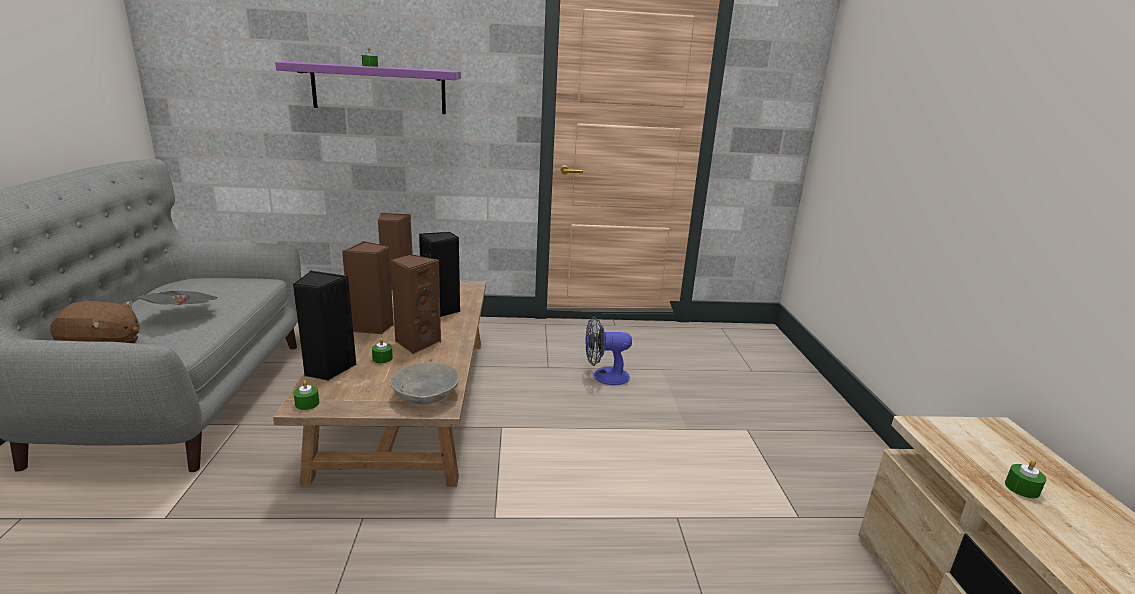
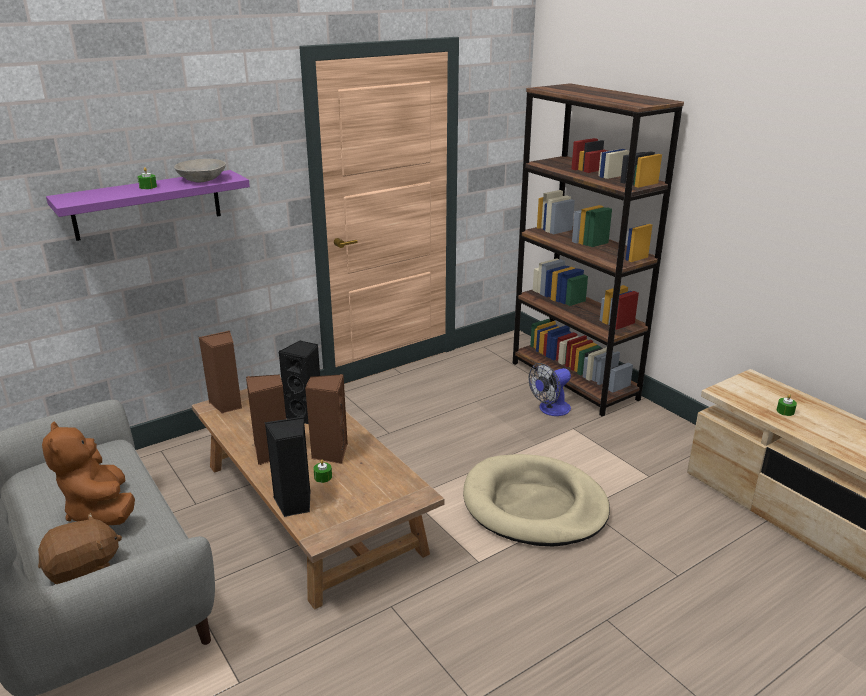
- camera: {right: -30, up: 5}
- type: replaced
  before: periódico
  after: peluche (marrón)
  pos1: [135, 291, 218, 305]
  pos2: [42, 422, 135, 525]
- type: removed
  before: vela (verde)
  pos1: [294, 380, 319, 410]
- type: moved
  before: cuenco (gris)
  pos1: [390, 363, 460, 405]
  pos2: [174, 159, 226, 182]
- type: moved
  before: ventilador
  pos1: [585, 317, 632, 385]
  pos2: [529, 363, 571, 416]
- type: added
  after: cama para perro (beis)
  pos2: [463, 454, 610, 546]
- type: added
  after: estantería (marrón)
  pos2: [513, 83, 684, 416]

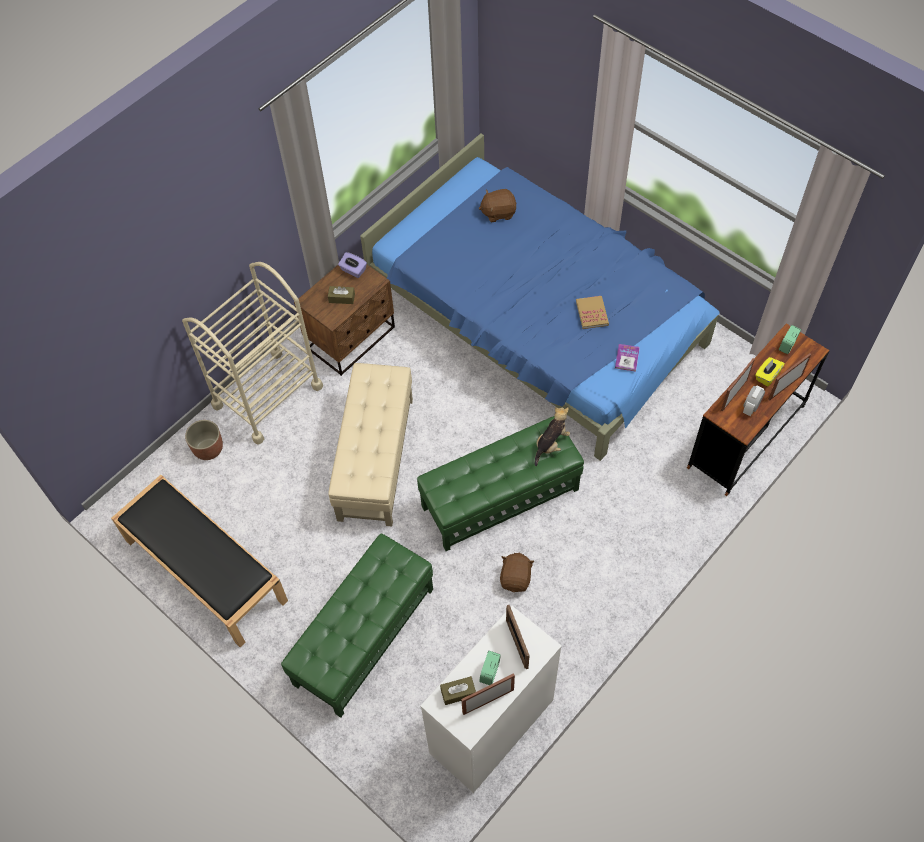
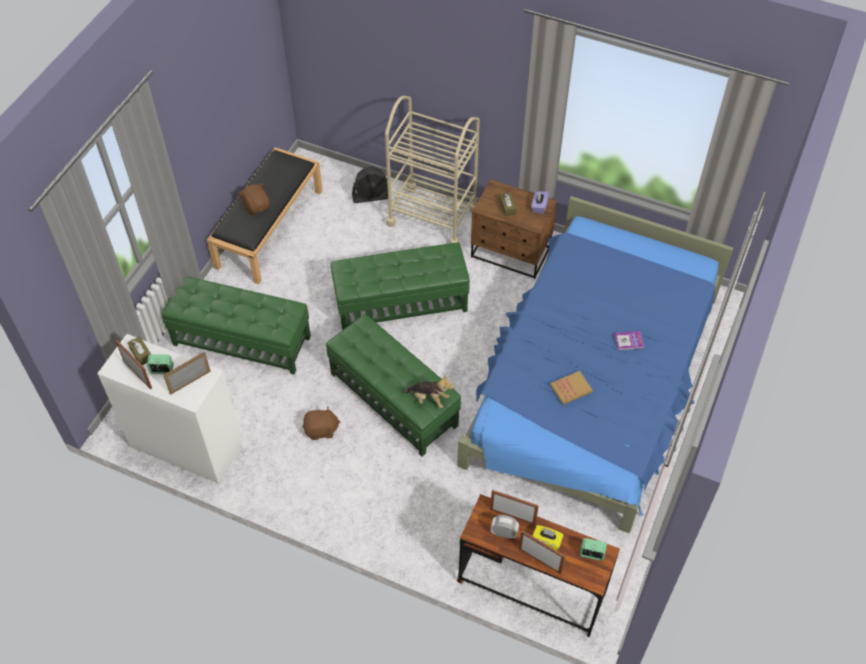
- camera: {right: 70, up: -5}
- type: replaced
  before: maceta
  after: ventilador (negro)
  pos1: [185, 420, 223, 460]
  pos2: [352, 166, 388, 203]
- type: recoloured
  before: puf (beis)
  after: puf (verde)
  pos1: [328, 363, 413, 526]
  pos2: [331, 242, 470, 330]
- type: moved
  before: peluche (marrón)
  pos1: [479, 189, 517, 223]
  pos2: [239, 183, 270, 215]
- type: moved
  before: libro
  pos1: [615, 344, 640, 372]
  pos2: [614, 331, 644, 350]

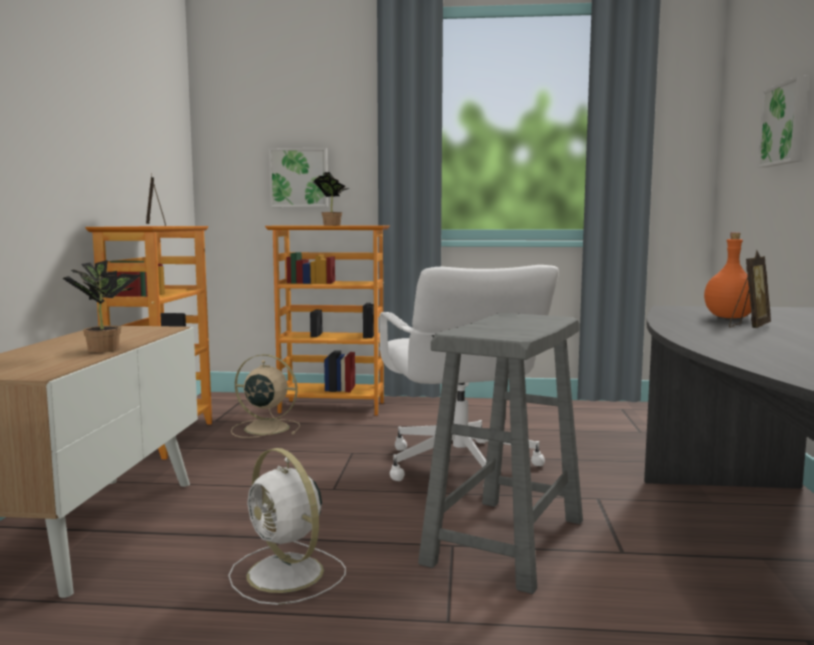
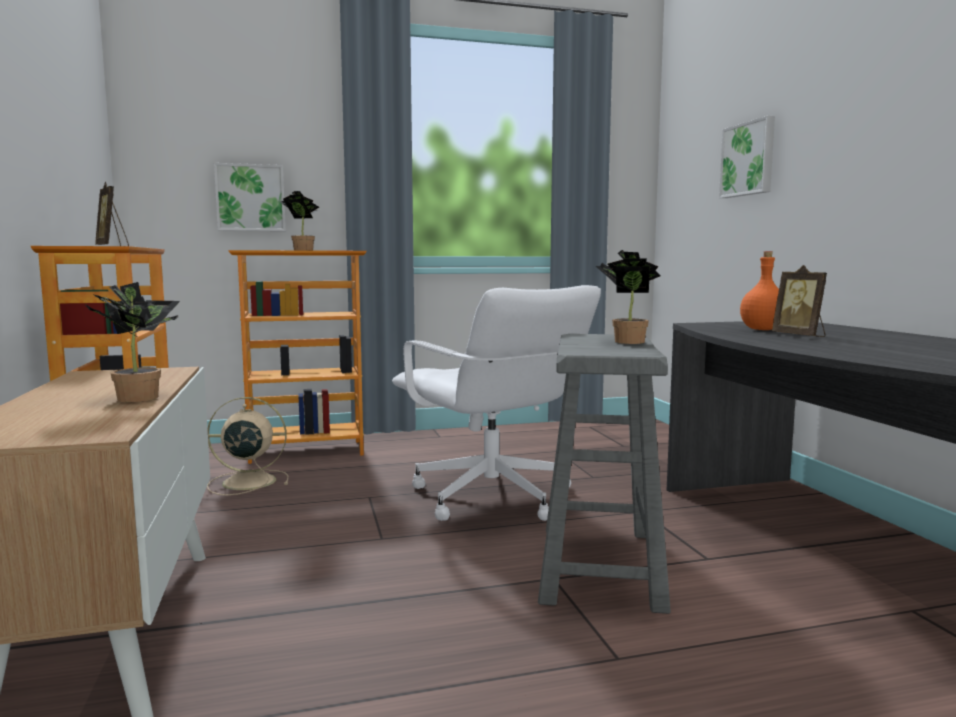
- camera: {right: -20, up: 0}
- type: removed
  before: ventilador (blanco)
  pos1: [228, 448, 346, 605]
- type: turned
  before: portarretratos
  pos1: [729, 250, 771, 328]
  pos2: [772, 265, 827, 337]
  turn: 135
- type: added
  after: planta en maceta
  pos2: [596, 250, 660, 344]

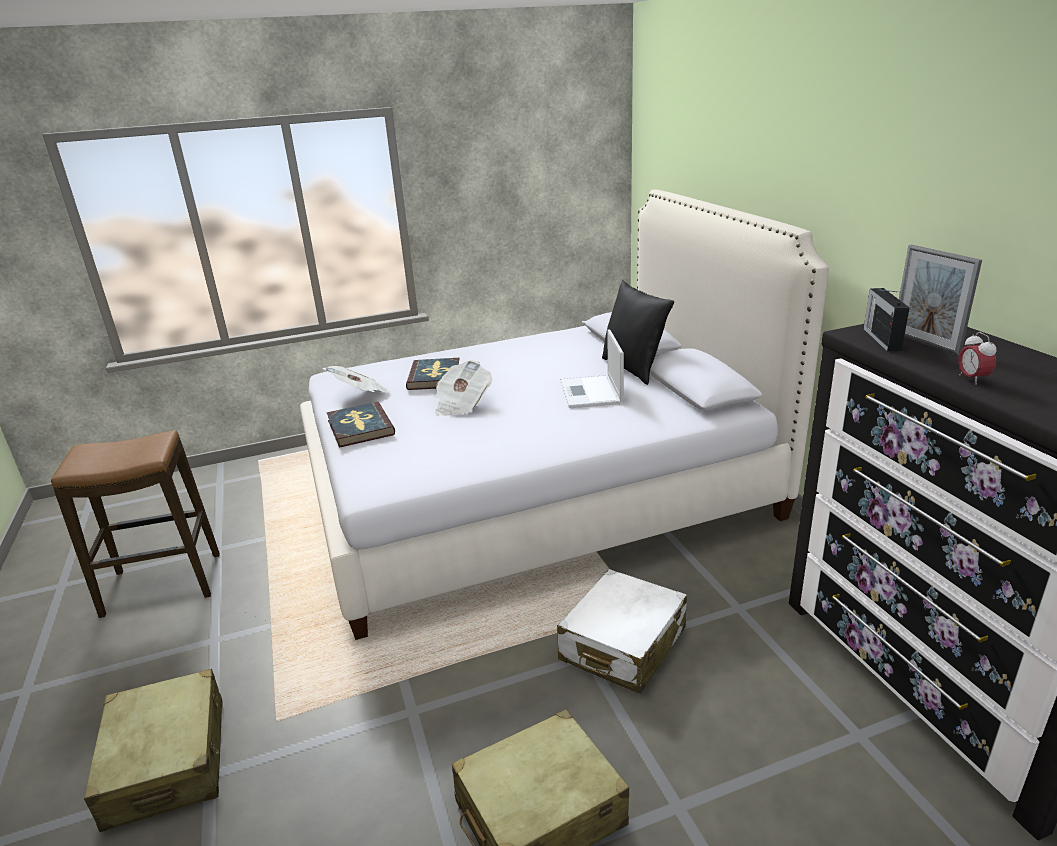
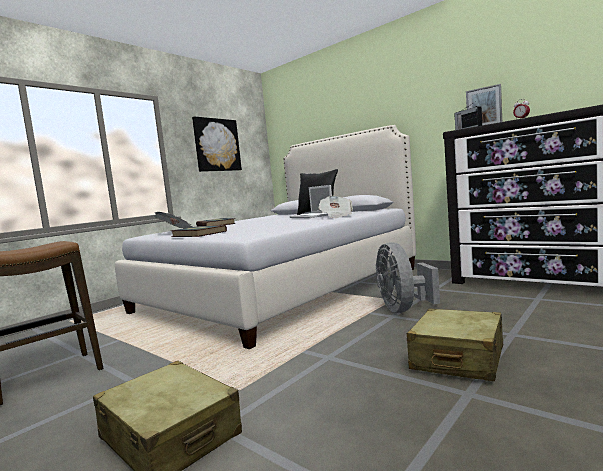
- camera: {right: -30, up: -20}
- type: moved
  before: periódico
  pos1: [434, 360, 492, 416]
  pos2: [318, 196, 353, 218]
- type: replaced
  before: maleta (blanco)
  after: ventilador (gris)
  pos1: [557, 569, 687, 694]
  pos2: [376, 242, 440, 313]
- type: added
  after: cuadro
  pos2: [192, 116, 242, 172]

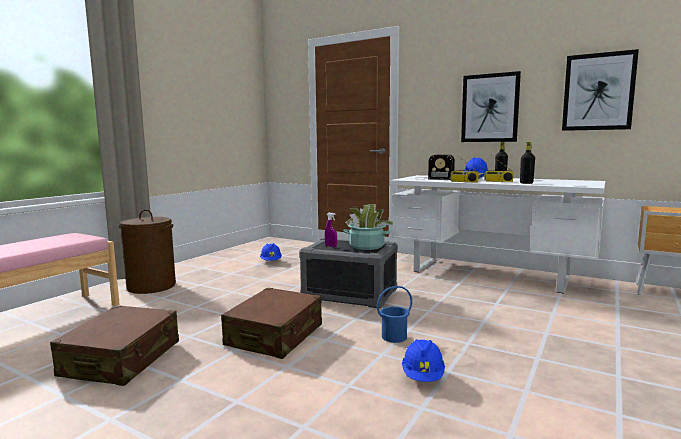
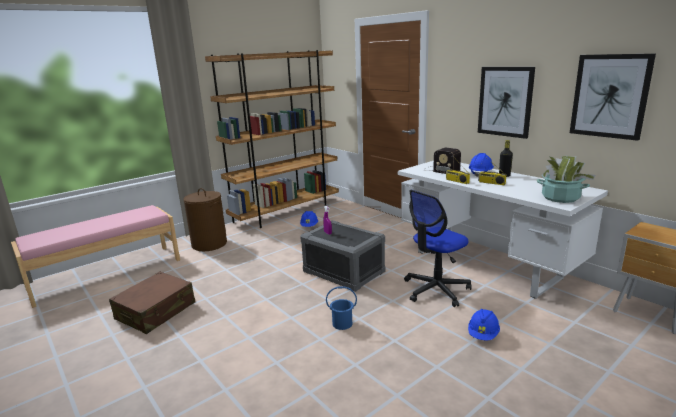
- camera: {right: 20, up: 10}
- type: removed
  before: maleta (marrón)
  pos1: [221, 288, 322, 359]
- type: moved
  before: planta en maceta
  pos1: [343, 204, 394, 250]
  pos2: [537, 155, 596, 203]
- type: moved
  before: casco (azul)
  pos1: [402, 339, 445, 382]
  pos2: [468, 309, 500, 341]
- type: removed
  before: botella (negro)
  pos1: [520, 142, 535, 184]
- type: added
  after: estantería (marrón)
  pos2: [205, 50, 339, 228]
- type: added
  after: silla de oficina
  pos2: [404, 190, 472, 307]

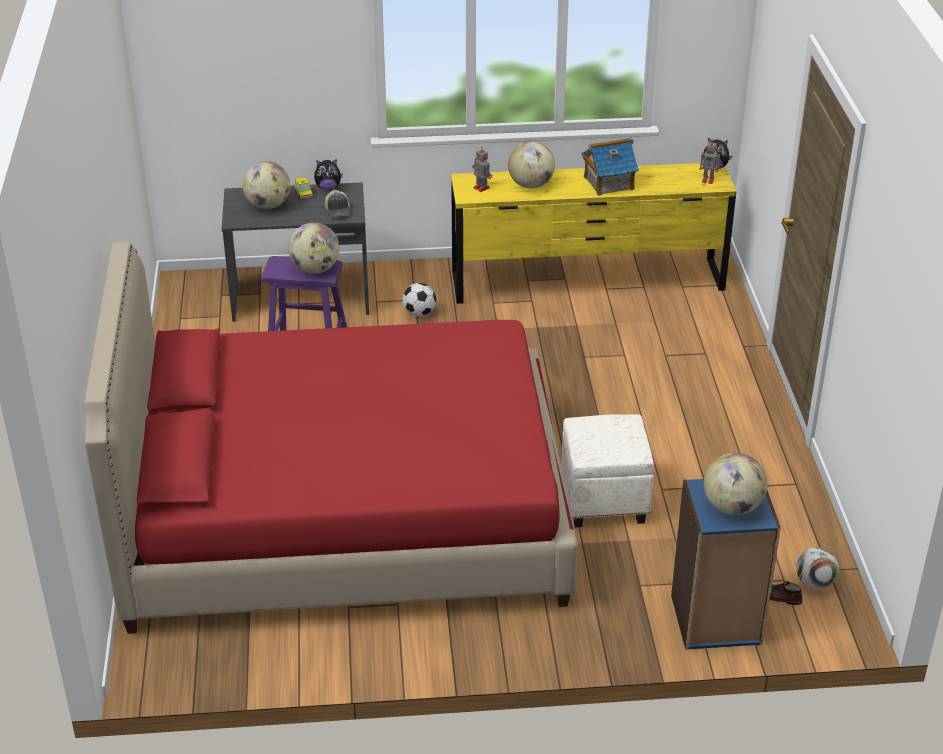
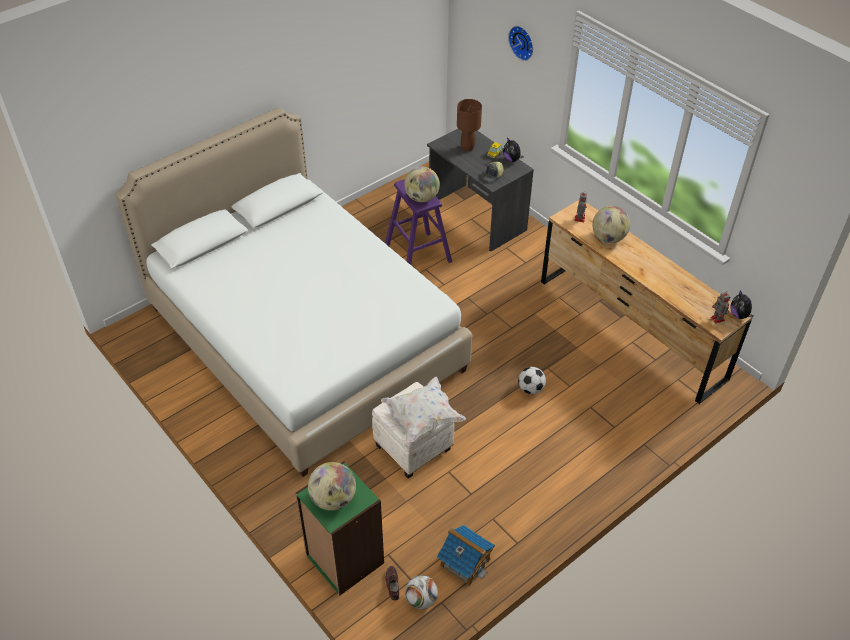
- camera: {right: 55, up: 10}
- type: recoloured
  before: cama (rojo)
  after: cama (blanco)
  pos1: [84, 242, 578, 634]
  pos2: [115, 107, 472, 477]
- type: replaced
  before: globo terráqueo
  after: lámpara de mesa (marrón)
  pos1: [242, 161, 290, 209]
  pos2: [457, 99, 482, 151]
- type: moved
  before: balón de fútbol
  pos1: [402, 283, 436, 317]
  pos2: [518, 367, 546, 394]
- type: recoloured
  before: cómoda (amarillo)
  after: cómoda (marrón)
  pos1: [451, 163, 737, 304]
  pos2: [541, 200, 752, 404]
- type: moved
  before: casita
  pos1: [581, 137, 639, 196]
  pos2: [437, 525, 495, 586]
- type: recoloured
  before: estantería (azul)
  after: estantería (verde)
  pos1: [671, 479, 781, 650]
  pos2: [295, 461, 384, 596]
- type: added
  after: cojín (blanco)
  pos2: [381, 377, 466, 443]
- type: added
  after: reloj de pared
  pos2: [508, 26, 533, 61]

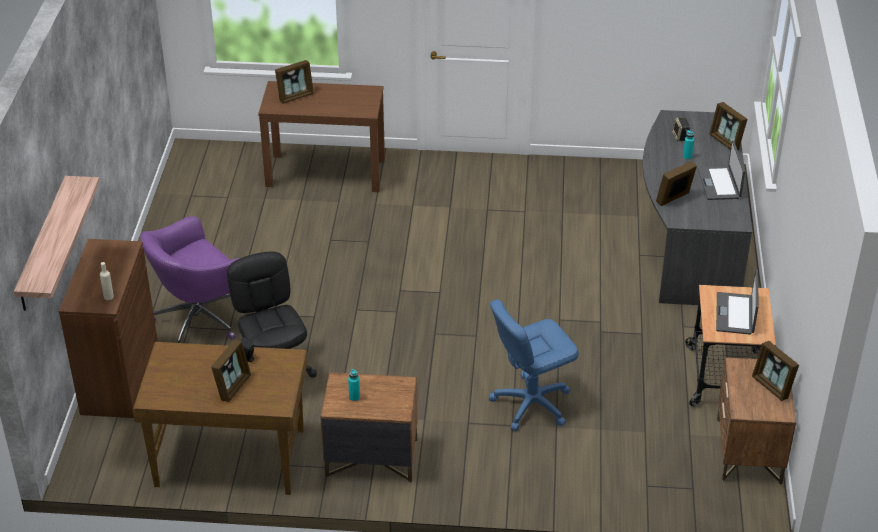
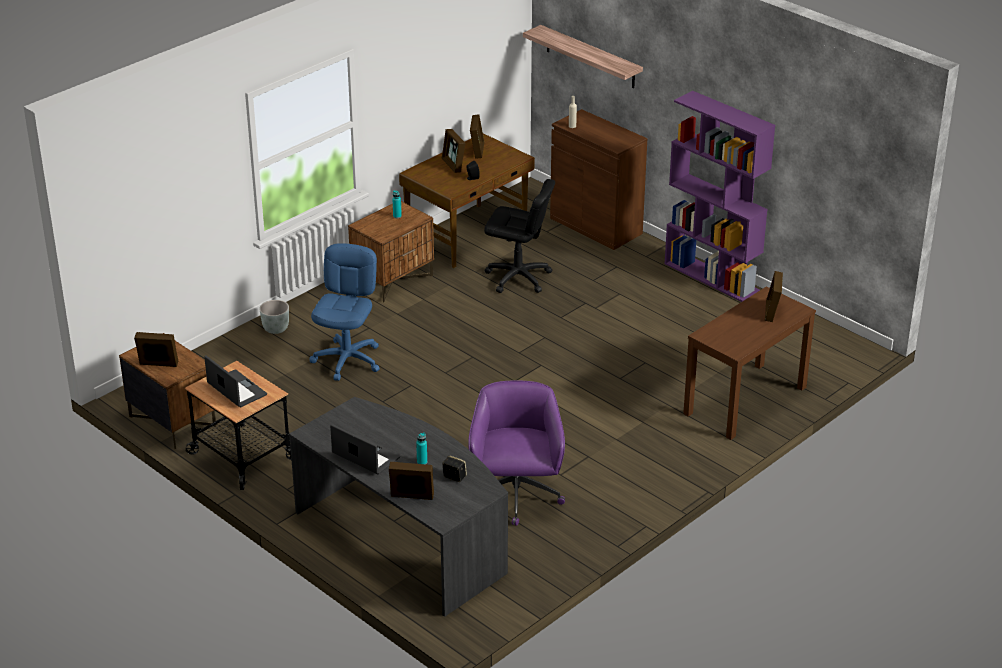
- camera: {right: 130, up: -5}
- type: moved
  before: silla de oficina (morado)
  pos1: [141, 216, 240, 343]
  pos2: [468, 381, 565, 526]
- type: moved
  before: portarretratos
  pos1: [656, 161, 697, 206]
  pos2: [470, 114, 484, 159]
- type: added
  after: maceta (gris)
  pos2: [259, 300, 289, 334]
- type: added
  after: estantería (morado)
  pos2: [664, 91, 775, 302]

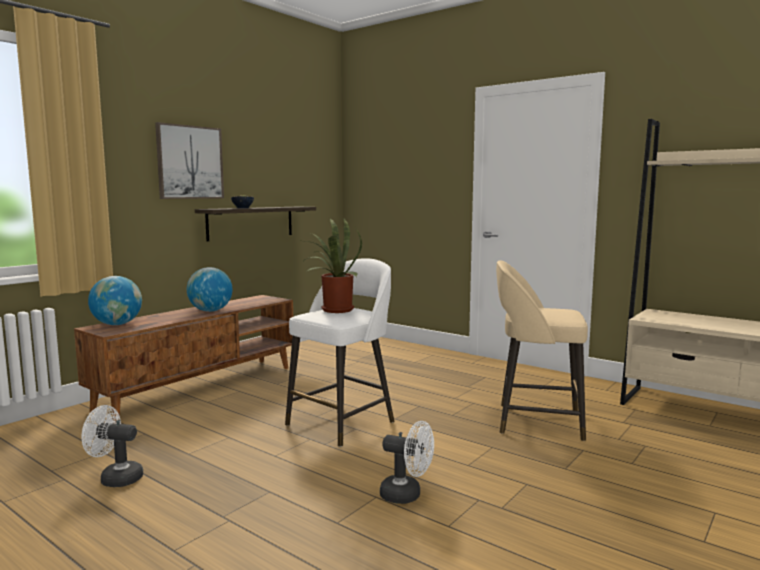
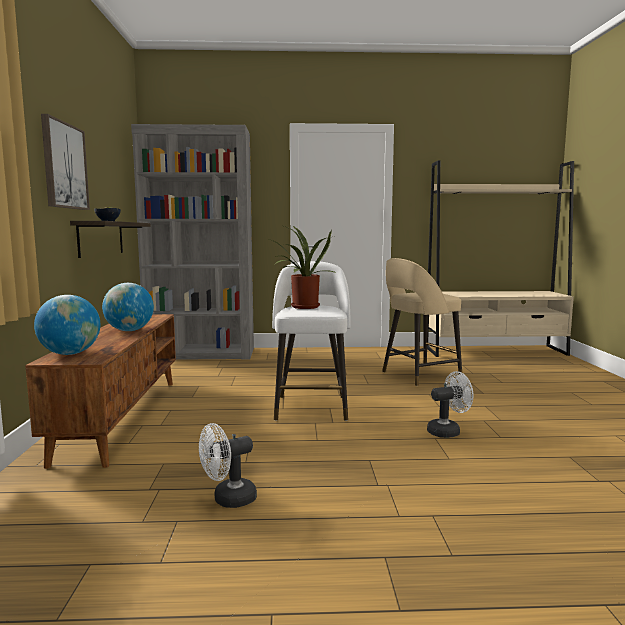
- camera: {right: -40, up: 0}
- type: added
  after: estantería (gris)
  pos2: [131, 124, 254, 360]

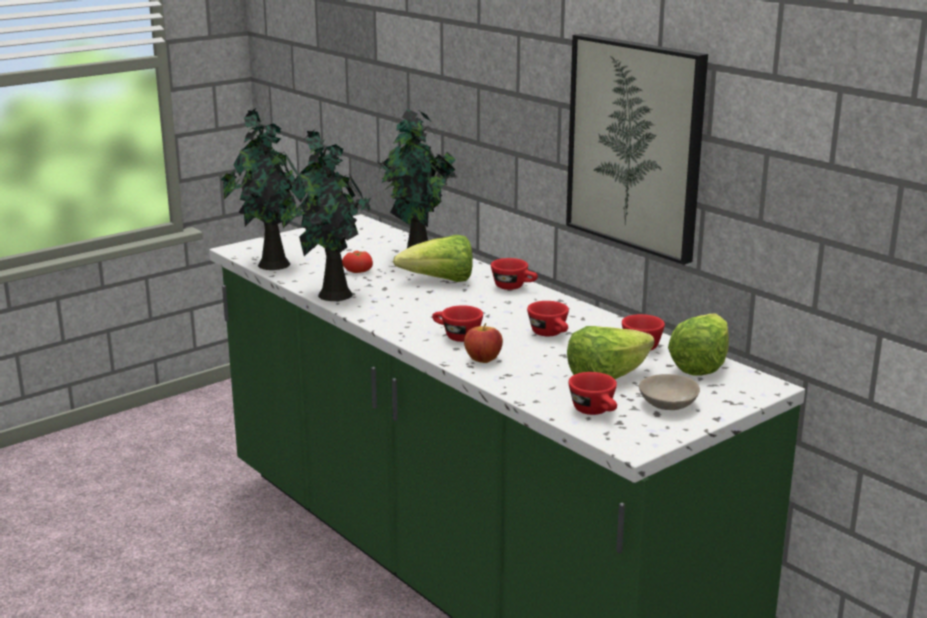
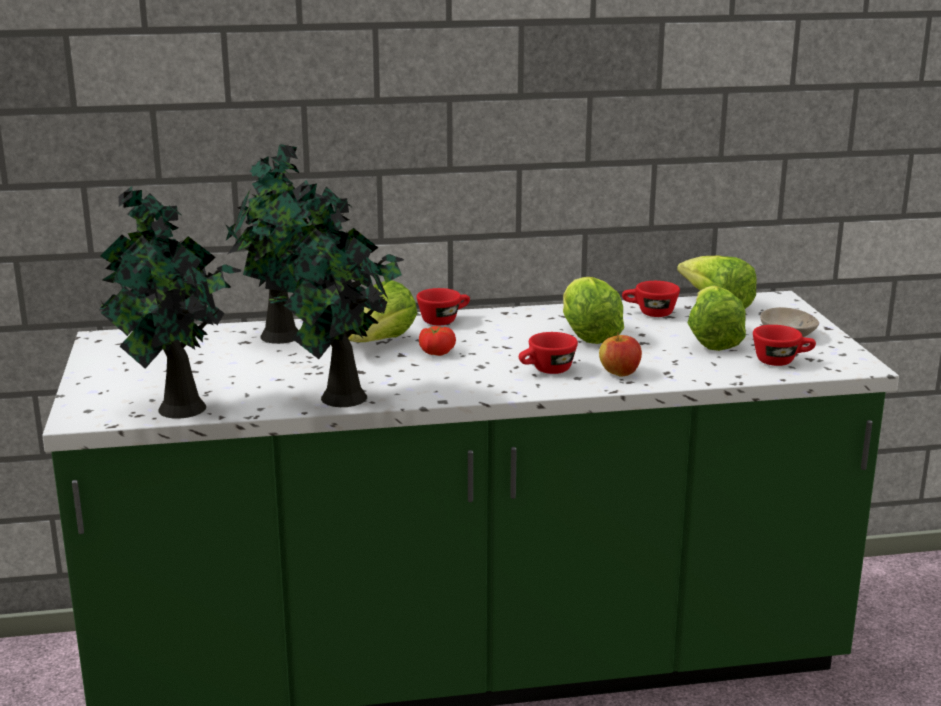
- camera: {right: -60, up: 0}
- type: moved
  before: tomate
  pos1: [342, 250, 373, 273]
  pos2: [419, 326, 456, 356]
- type: replaced
  before: taza (rojo)
  after: lechuga
  pos1: [527, 301, 569, 336]
  pos2: [563, 277, 624, 344]
- type: removed
  before: cuadro
  pos1: [566, 34, 708, 265]

